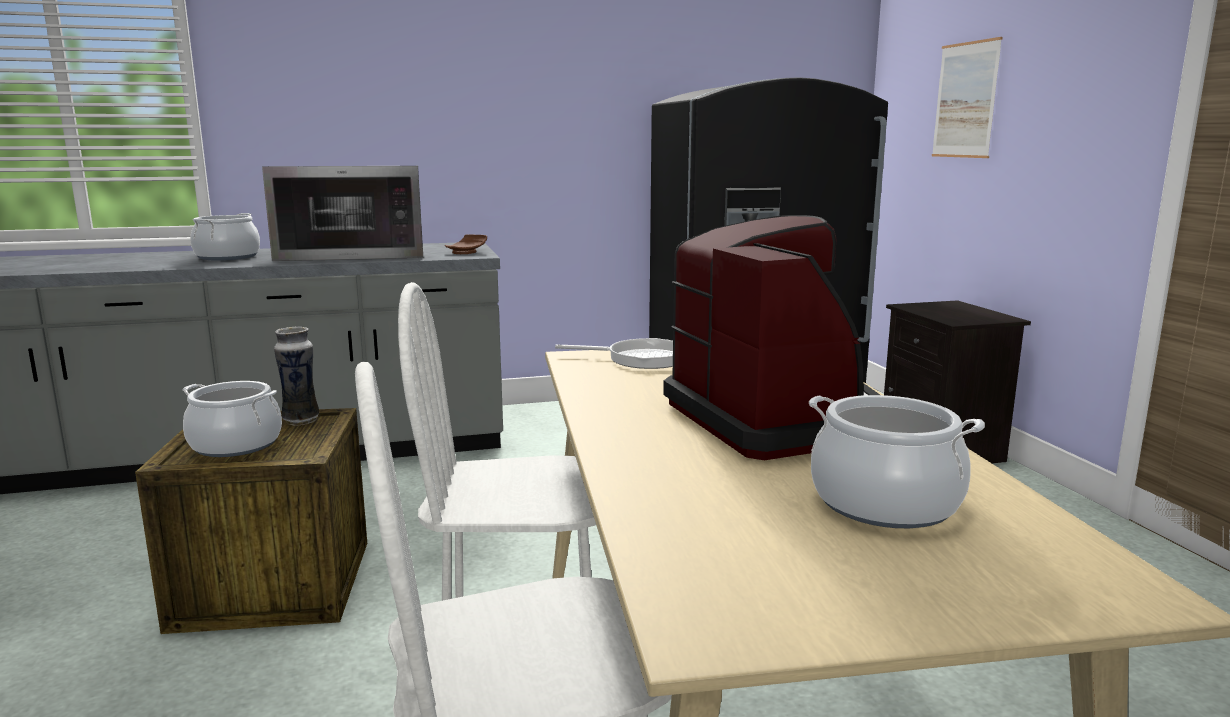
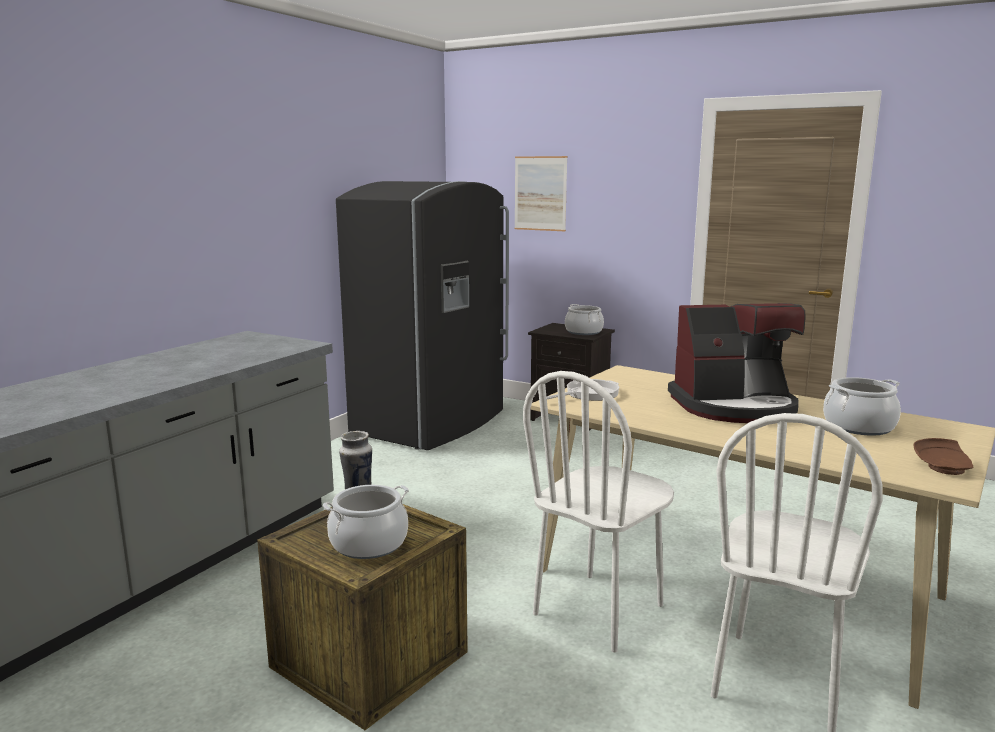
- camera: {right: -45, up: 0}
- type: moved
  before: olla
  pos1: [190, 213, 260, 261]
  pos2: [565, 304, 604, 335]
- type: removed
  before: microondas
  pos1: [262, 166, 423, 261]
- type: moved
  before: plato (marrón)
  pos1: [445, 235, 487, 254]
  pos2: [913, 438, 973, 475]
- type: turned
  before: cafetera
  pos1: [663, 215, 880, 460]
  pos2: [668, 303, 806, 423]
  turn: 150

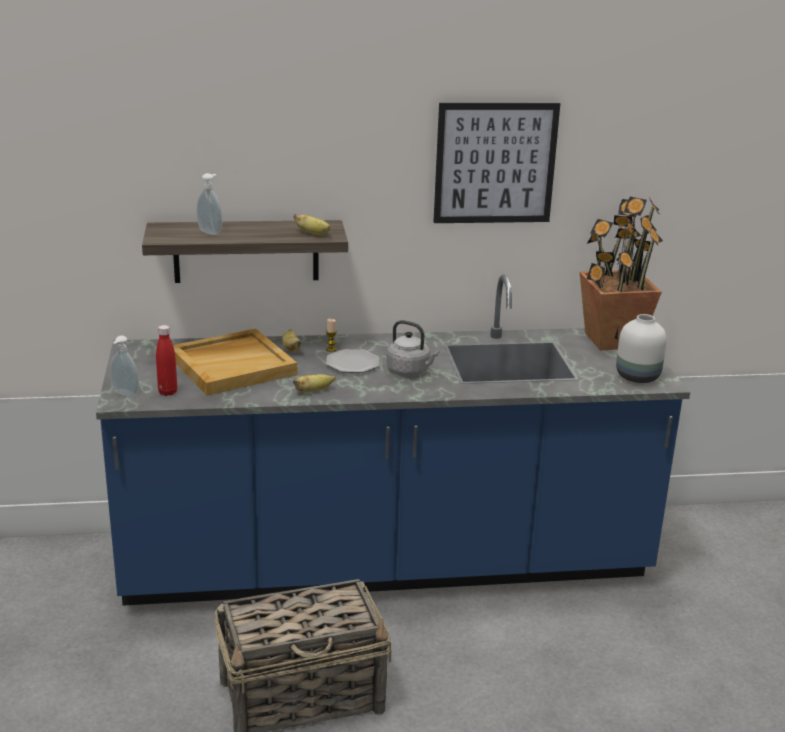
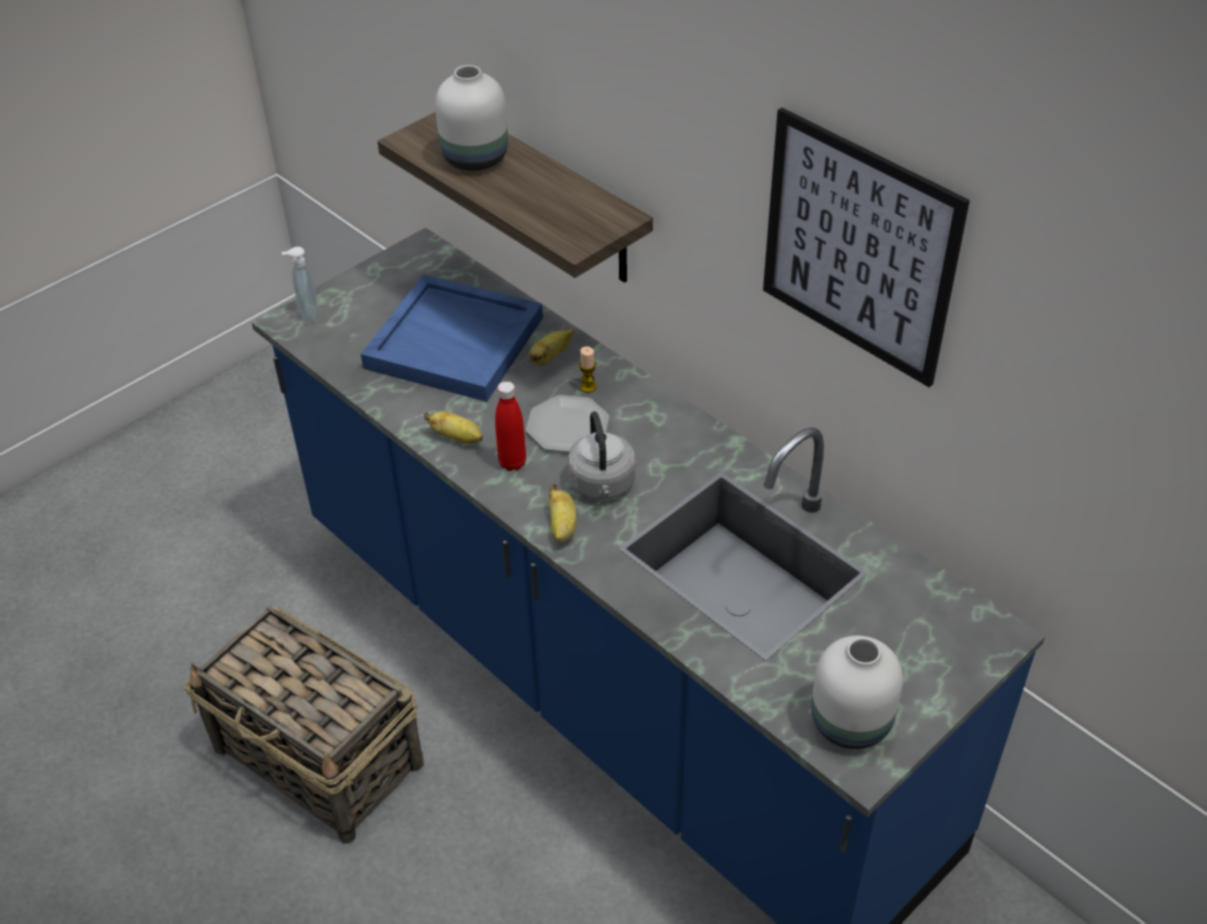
- camera: {right: 55, up: 20}
- type: moved
  before: botella (rojo)
  pos1: [156, 325, 177, 396]
  pos2: [495, 381, 526, 471]
- type: recoloured
  before: bandeja (beis)
  after: bandeja (azul)
  pos1: [173, 329, 297, 396]
  pos2: [361, 275, 543, 402]
- type: replaced
  before: dispensador de jabón
  after: florero (blanco)
  pos1: [197, 173, 222, 235]
  pos2: [435, 65, 508, 171]
- type: moved
  before: plátano
  pos1: [293, 214, 330, 235]
  pos2: [549, 483, 577, 542]
- type: removed
  before: planta en maceta
  pos1: [580, 197, 663, 351]

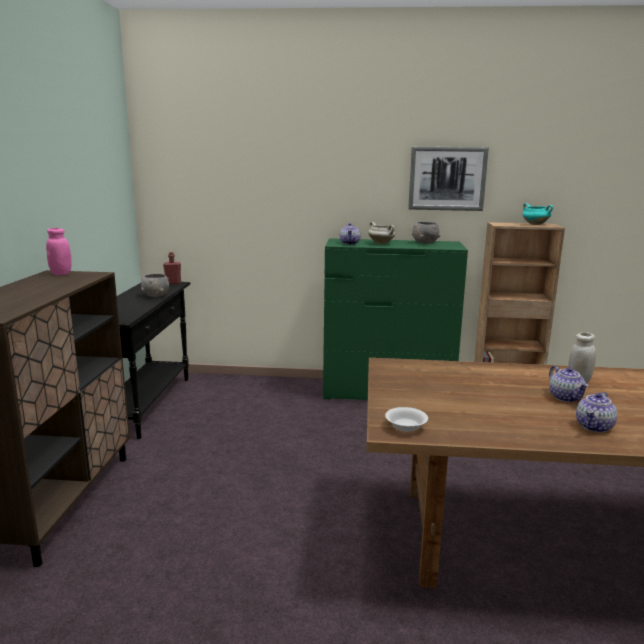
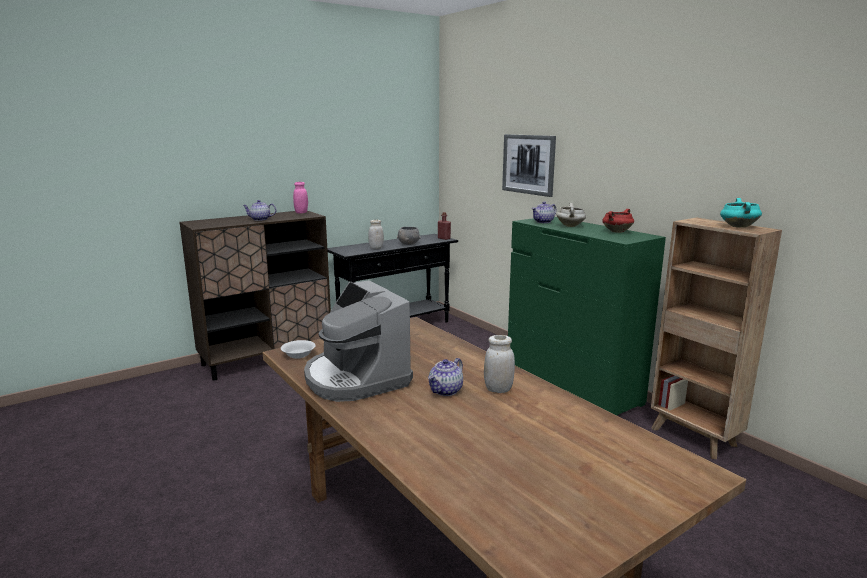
- camera: {right: 50, up: 0}
- type: moved
  before: cuadro
  pos1: [408, 147, 489, 211]
  pos2: [502, 134, 556, 197]
- type: replaced
  before: cuenco (gris)
  after: olla (rojo)
  pos1: [412, 222, 440, 244]
  pos2: [602, 209, 634, 233]
- type: moved
  before: tetera
  pos1: [576, 392, 618, 433]
  pos2: [242, 200, 276, 221]
- type: added
  after: cafetera
  pos2: [304, 280, 413, 402]
- type: added
  after: tarro (blanco)
  pos2: [368, 220, 384, 249]

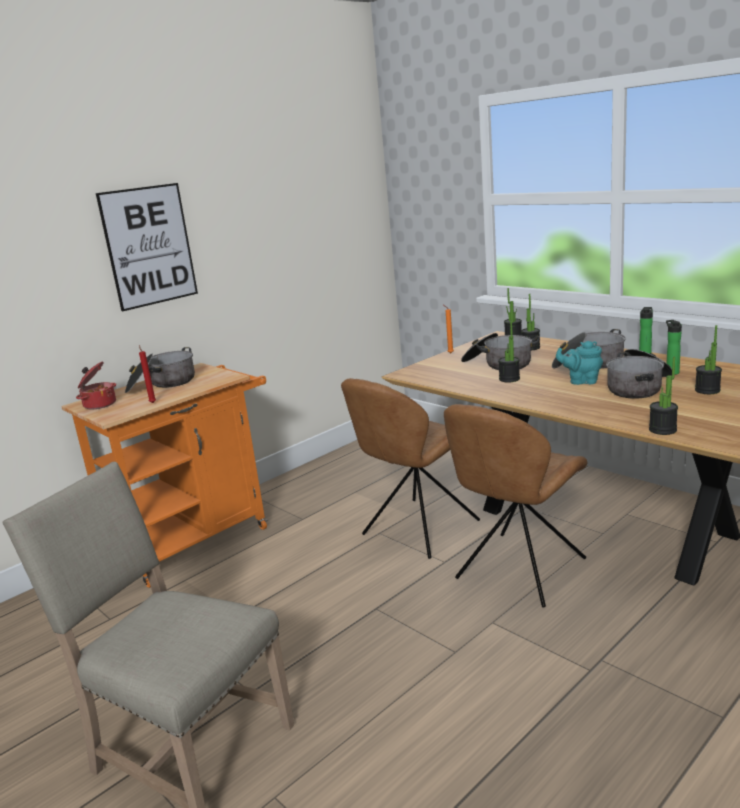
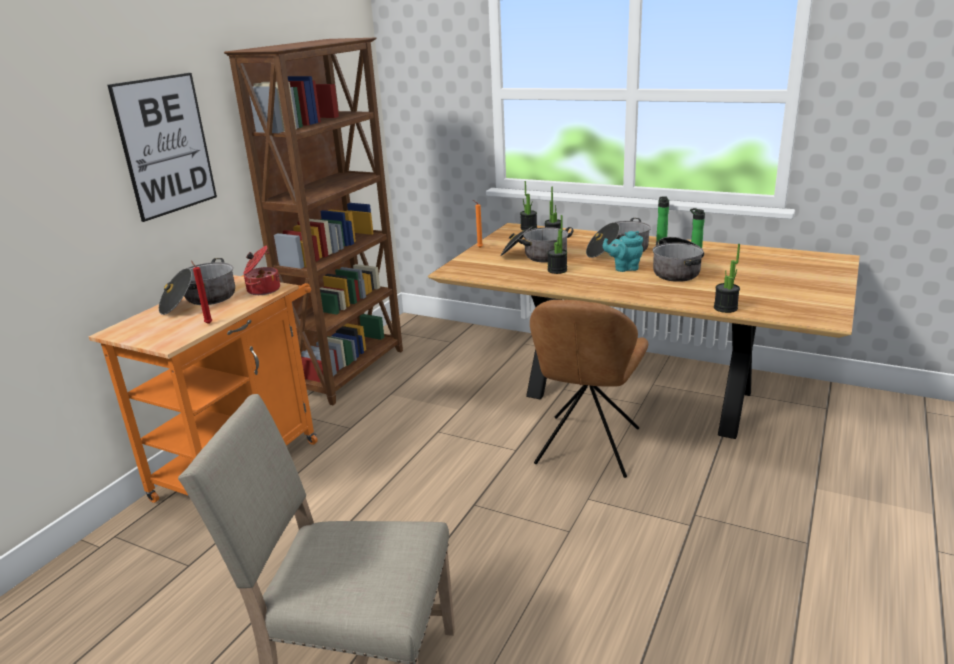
- camera: {right: -20, up: 5}
- type: moved
  before: olla
  pos1: [76, 361, 116, 409]
  pos2: [243, 246, 280, 295]
- type: removed
  before: silla (marrón)
  pos1: [341, 378, 480, 559]
- type: removed
  before: planta en maceta
  pos1: [695, 325, 722, 394]
- type: added
  after: estantería (marrón)
  pos2: [224, 38, 403, 405]

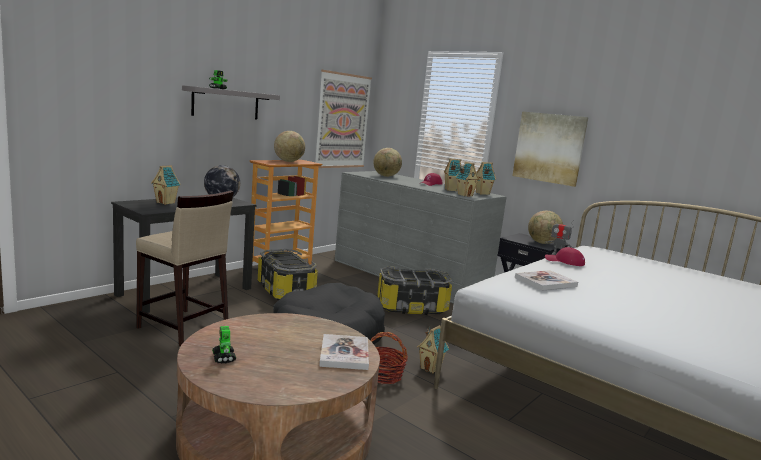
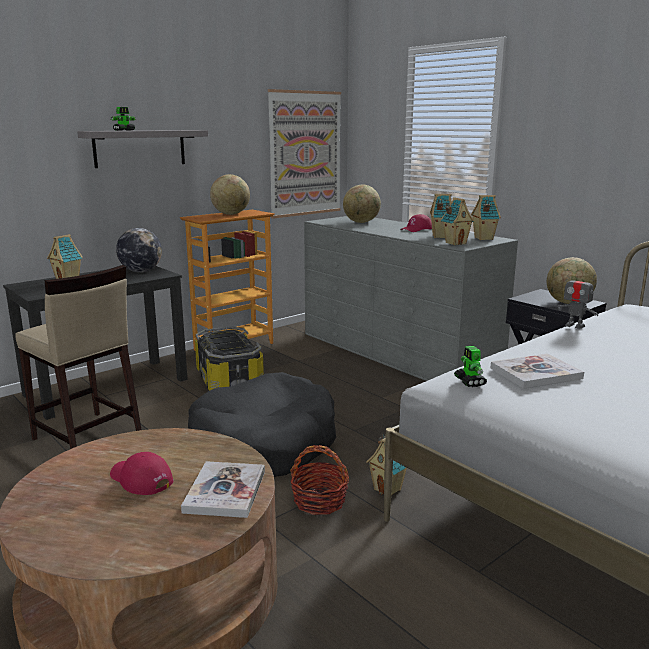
- camera: {right: 10, up: 5}
- type: moved
  before: robot de juguete
  pos1: [212, 326, 236, 364]
  pos2: [454, 346, 487, 387]
- type: removed
  before: caja de almacenaje
  pos1: [377, 266, 452, 315]
- type: removed
  before: cuadro
  pos1: [512, 111, 589, 187]
- type: moved
  before: gorra (rojo)
  pos1: [545, 247, 585, 266]
  pos2: [110, 452, 174, 495]

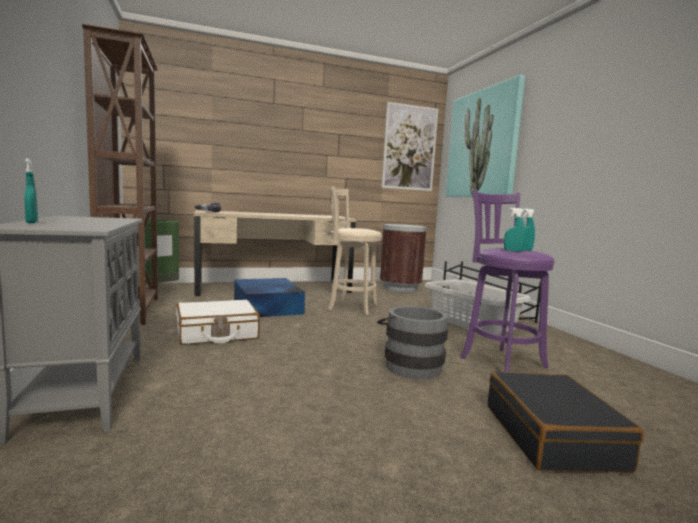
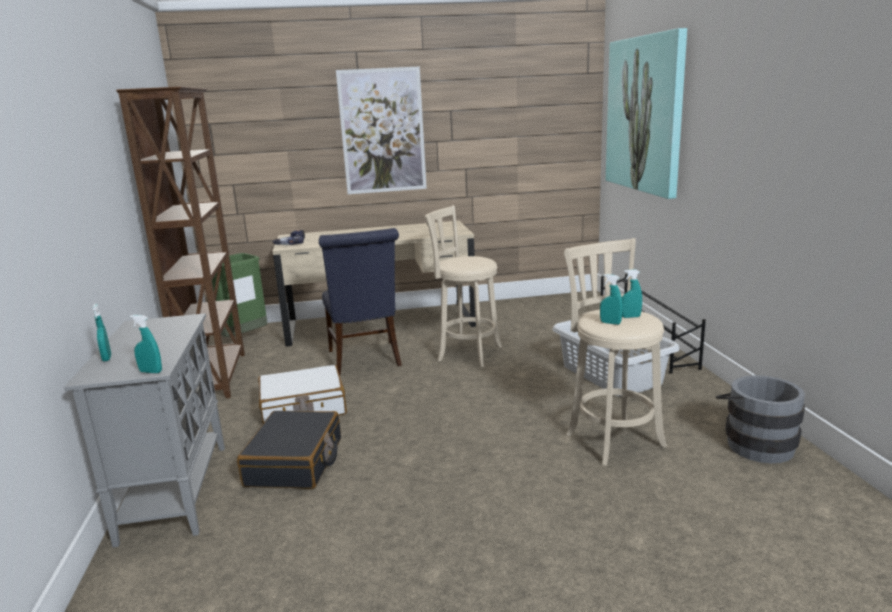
- camera: {right: 10, up: 10}
- type: replaced
  before: caja de almacenaje (azul)
  after: silla (azul)
  pos1: [234, 278, 305, 317]
  pos2: [319, 228, 402, 375]
- type: moved
  before: cubo (gris)
  pos1: [377, 306, 448, 380]
  pos2: [716, 375, 805, 463]
- type: removed
  before: papelera (marrón)
  pos1: [380, 224, 427, 292]
- type: moved
  before: cuadro
  pos1: [382, 102, 438, 191]
  pos2: [336, 66, 427, 194]
- type: recoloured
  before: taburete (morado)
  after: taburete (beis)
  pos1: [460, 189, 555, 372]
  pos2: [564, 238, 667, 466]
- type: moved
  before: maleta (negro)
  pos1: [488, 372, 644, 473]
  pos2: [237, 411, 341, 489]
- type: added
  after: pulverizador (turquesa)
  pos2: [130, 315, 162, 373]

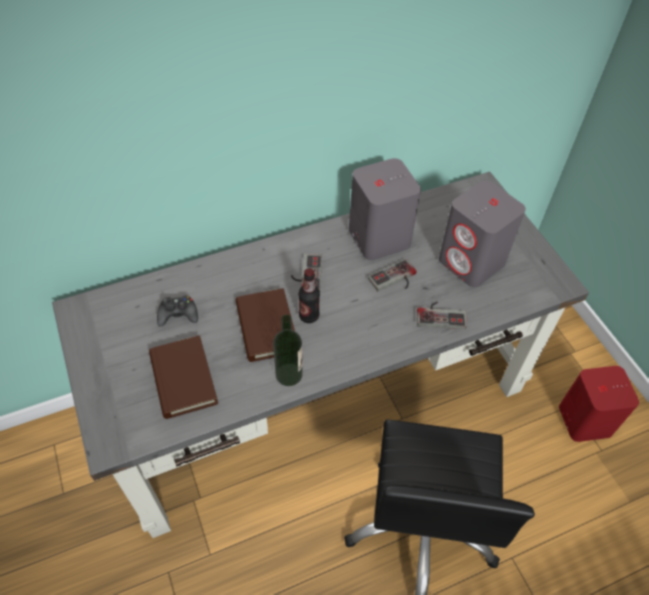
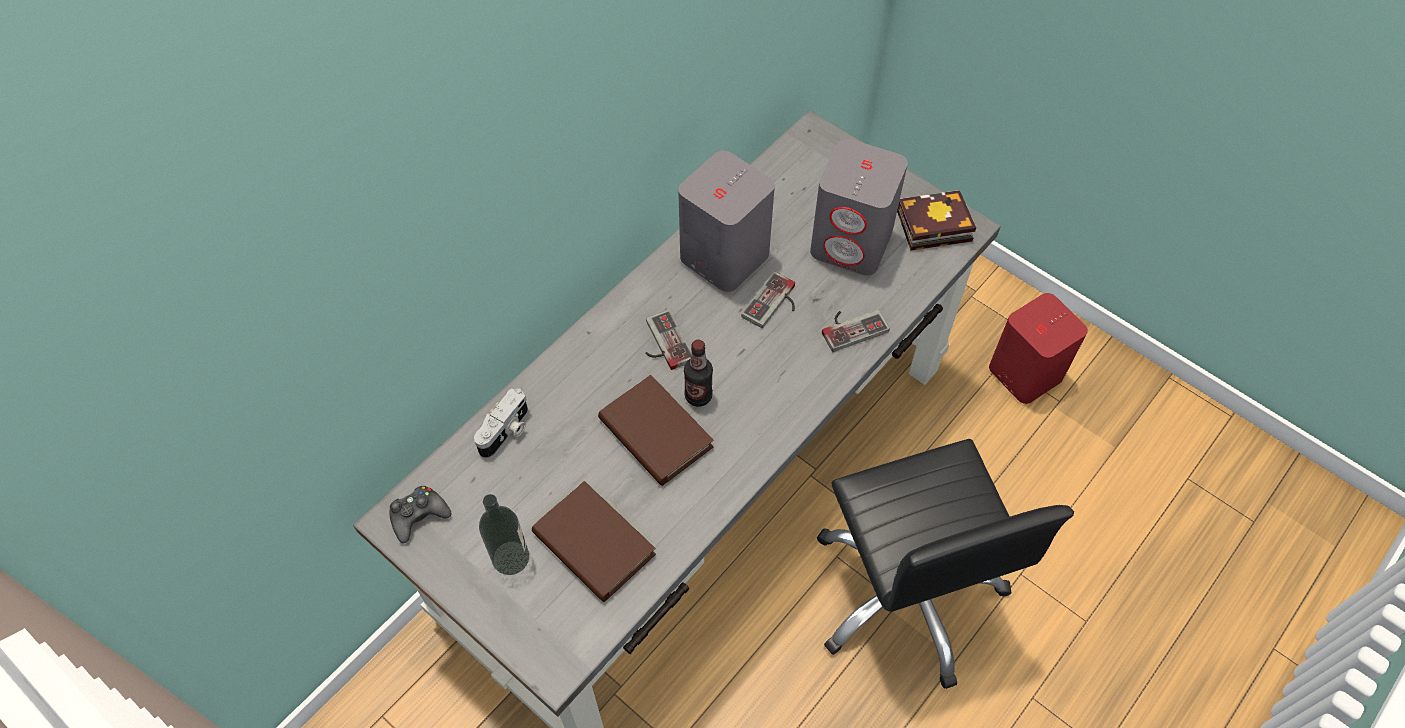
- camera: {right: -25, up: 5}
- type: moved
  before: mando de consola (negro)
  pos1: [157, 295, 198, 327]
  pos2: [390, 486, 452, 544]
- type: moved
  before: botella
  pos1: [273, 314, 303, 386]
  pos2: [479, 494, 529, 575]
- type: added
  after: cámara
  pos2: [474, 388, 528, 458]
- type: added
  after: libro
  pos2: [897, 190, 976, 251]

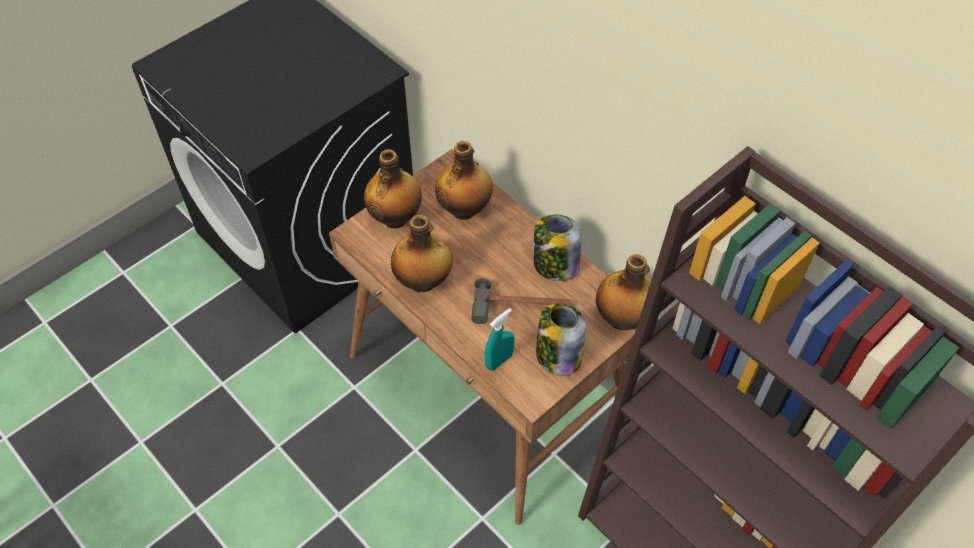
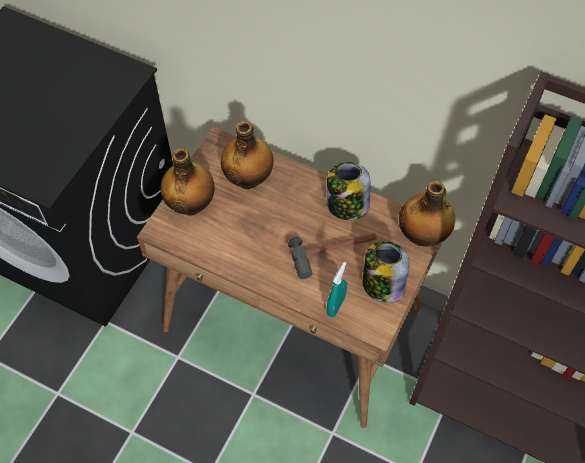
- camera: {right: -20, up: 5}
- type: removed
  before: botella
  pos1: [391, 215, 453, 292]

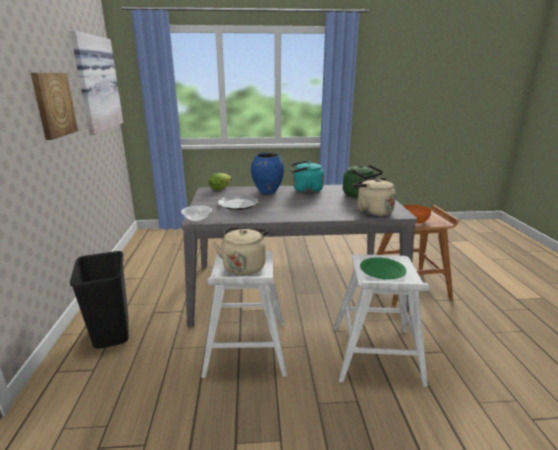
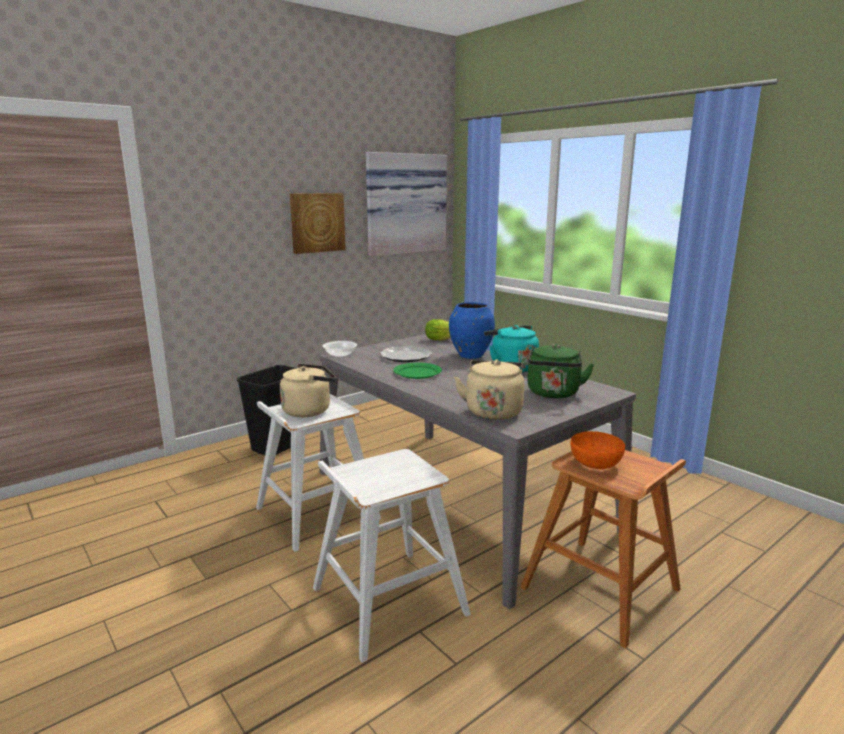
- camera: {right: 55, up: -5}
- type: moved
  before: plato (verde)
  pos1: [360, 257, 406, 279]
  pos2: [393, 363, 442, 379]

